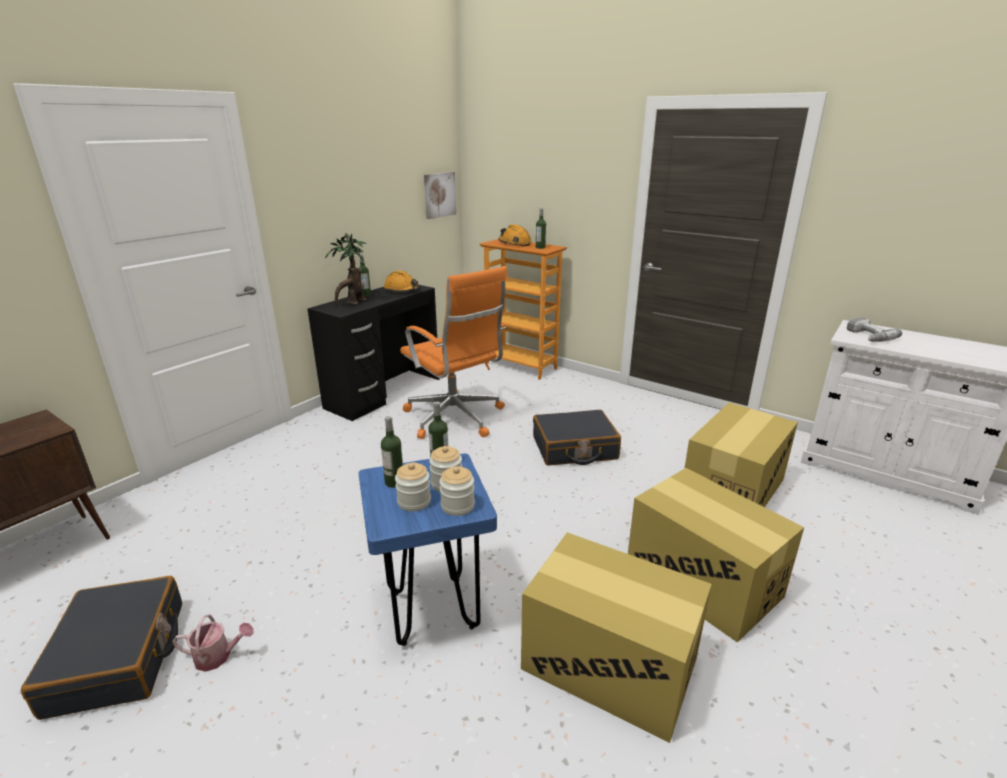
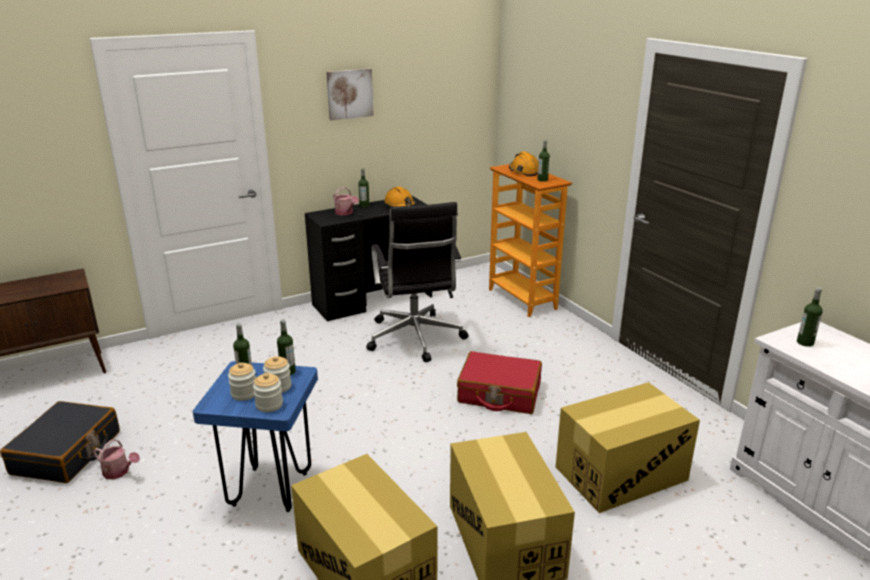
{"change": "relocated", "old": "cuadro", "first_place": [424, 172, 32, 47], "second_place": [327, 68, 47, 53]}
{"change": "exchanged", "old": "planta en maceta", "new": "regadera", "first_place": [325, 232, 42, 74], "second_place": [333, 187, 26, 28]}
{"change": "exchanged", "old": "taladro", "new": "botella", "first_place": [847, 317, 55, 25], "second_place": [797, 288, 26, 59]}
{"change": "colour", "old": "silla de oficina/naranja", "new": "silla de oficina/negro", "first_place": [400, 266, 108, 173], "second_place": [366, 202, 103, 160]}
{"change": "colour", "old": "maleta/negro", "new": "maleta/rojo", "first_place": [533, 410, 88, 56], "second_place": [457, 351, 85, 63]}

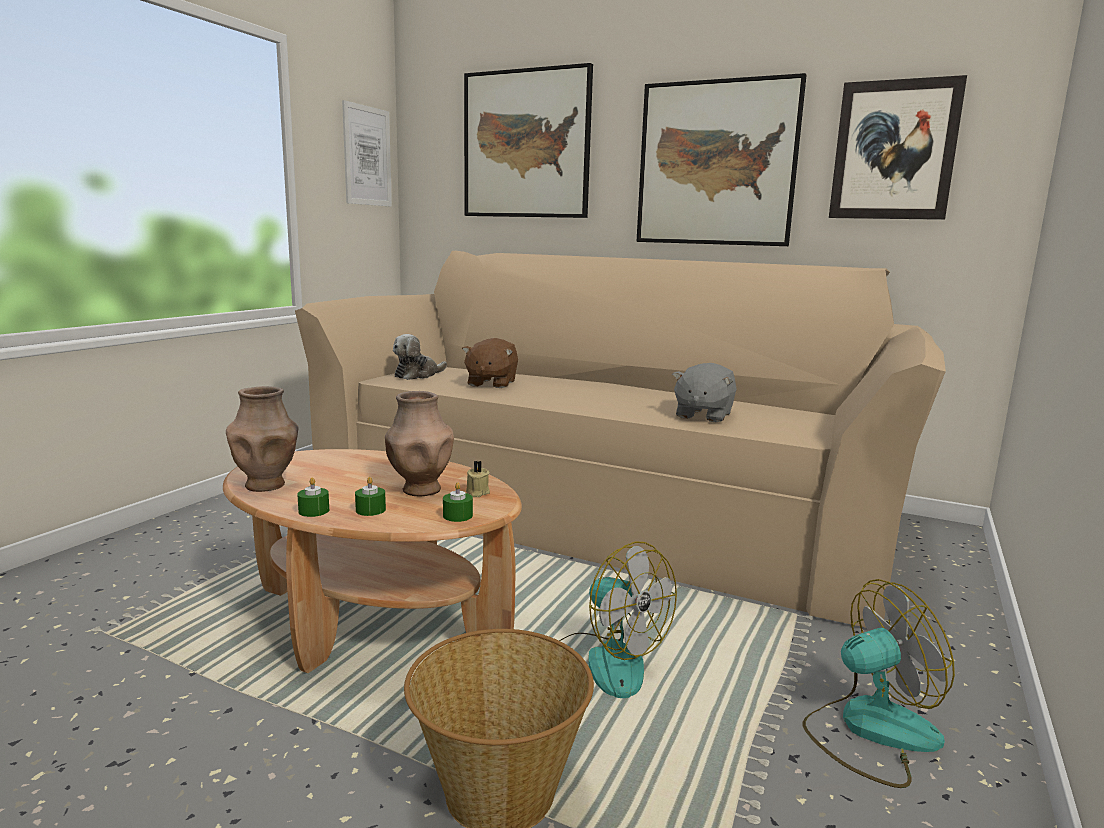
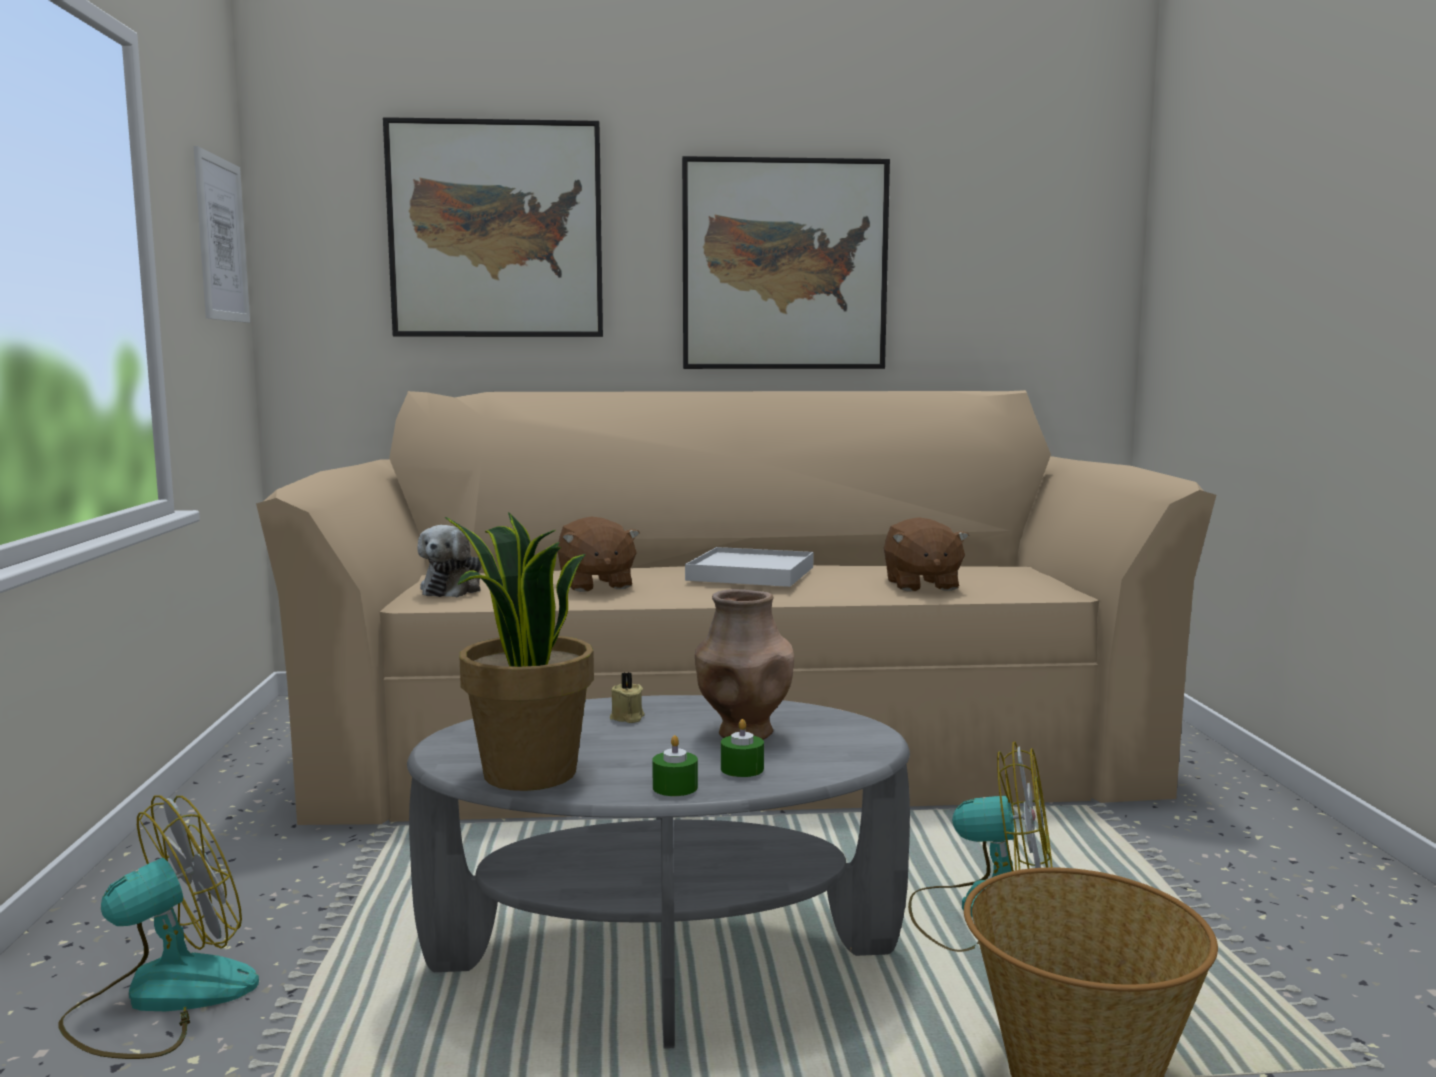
{"change": "missing", "old": "vela/verde", "first_place": [443, 482, 30, 40]}
{"change": "missing", "old": "cuadro", "first_place": [829, 75, 138, 145]}
{"change": "appeared", "new": "bandeja/blanco", "second_place": [685, 547, 129, 40]}
{"change": "relocated", "old": "vela/beis", "first_place": [465, 461, 25, 36], "second_place": [610, 672, 35, 51]}
{"change": "relocated", "old": "ventilador", "first_place": [803, 579, 152, 209], "second_place": [59, 795, 200, 264]}
{"change": "exchanged", "old": "florero/marrón", "new": "planta en maceta", "first_place": [226, 386, 72, 106], "second_place": [445, 512, 149, 279]}
{"change": "colour", "old": "mesa de centro/marrón", "new": "mesa de centro/gris", "first_place": [223, 449, 299, 224], "second_place": [407, 695, 503, 354]}
{"change": "colour", "old": "peluche/gris", "new": "peluche/marrón", "first_place": [672, 363, 65, 59], "second_place": [884, 517, 85, 74]}

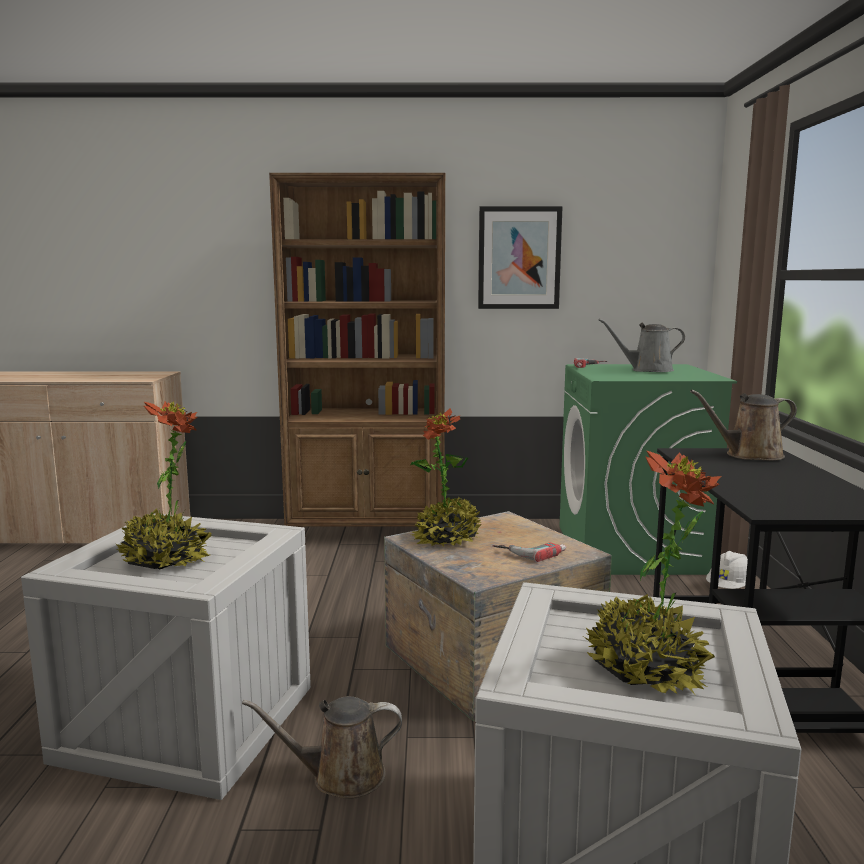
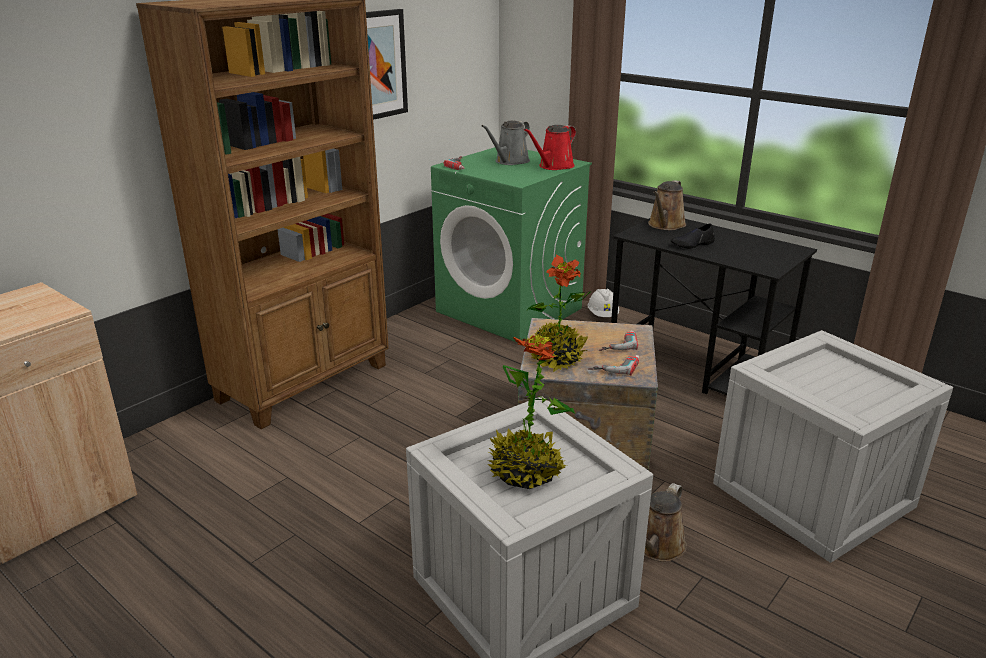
{"change": "missing", "old": "planta en maceta", "first_place": [583, 450, 138, 246]}
{"change": "appeared", "new": "regadera/rojo", "second_place": [524, 125, 52, 45]}
{"change": "appeared", "new": "taladro", "second_place": [588, 355, 52, 21]}
{"change": "appeared", "new": "zapato/negro", "second_place": [671, 223, 44, 26]}

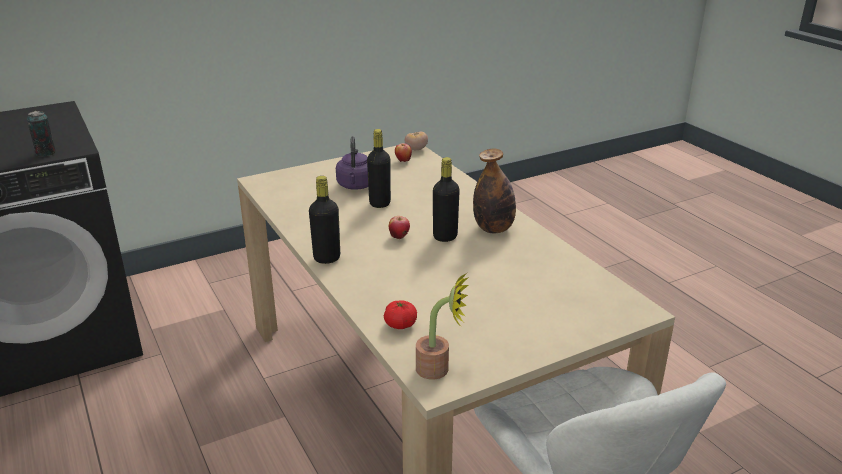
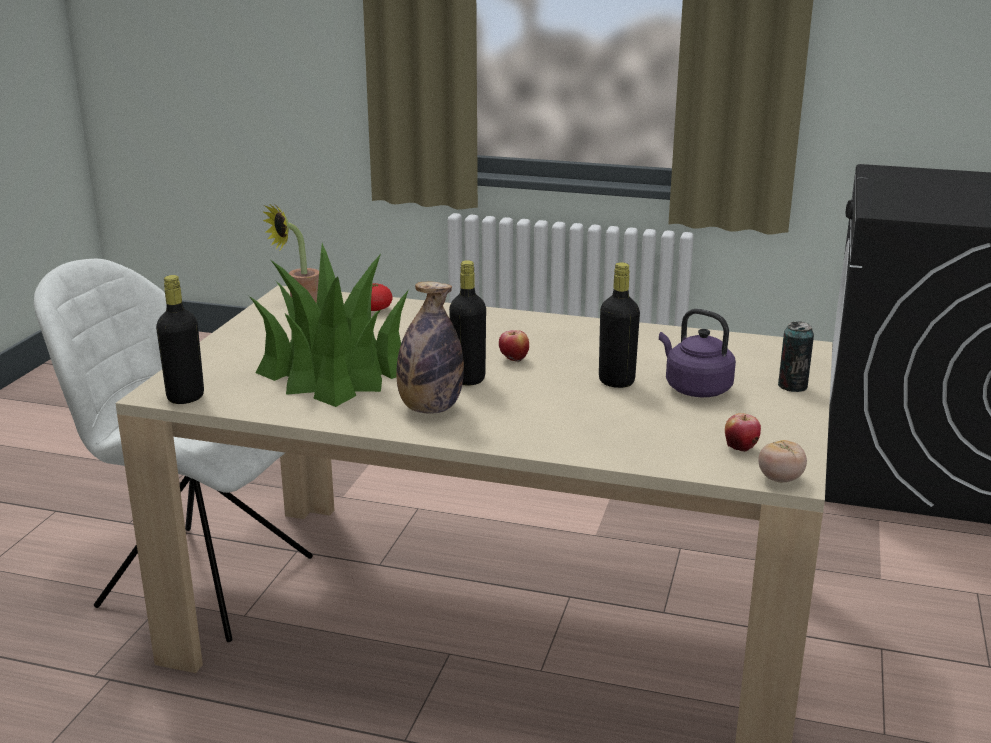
{"change": "appeared", "new": "planta en maceta", "second_place": [249, 243, 159, 164]}
{"change": "relocated", "old": "lata", "first_place": [27, 111, 29, 46], "second_place": [778, 321, 36, 71]}
{"change": "relocated", "old": "botella/negro", "first_place": [309, 176, 31, 88], "second_place": [156, 275, 48, 129]}

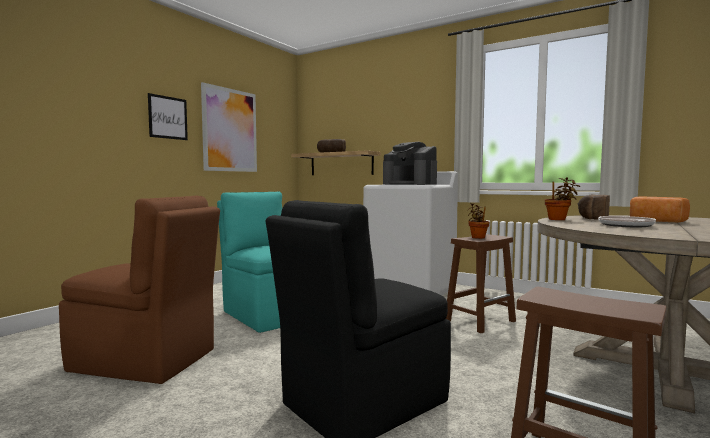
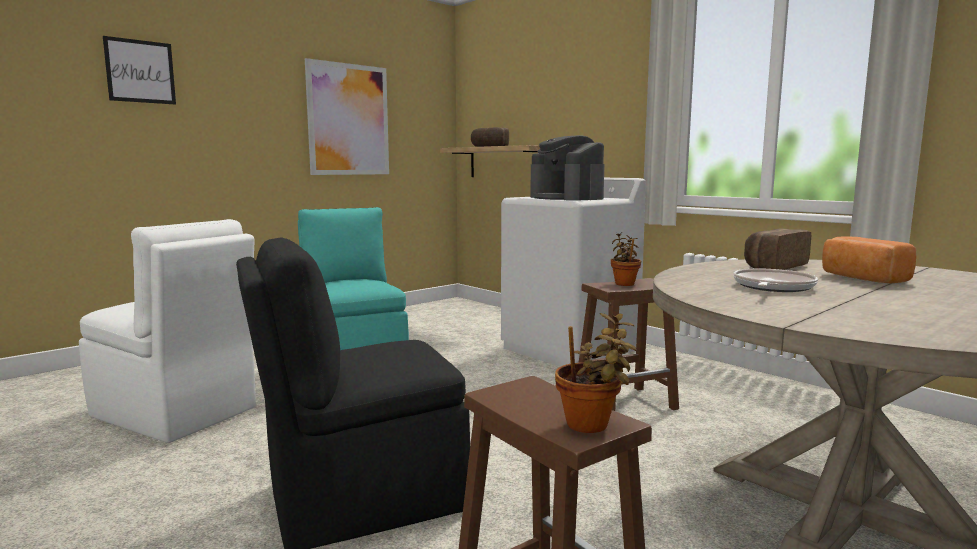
{"change": "relocated", "old": "cuadro", "first_place": [148, 93, 40, 47], "second_place": [103, 36, 73, 69]}
{"change": "relocated", "old": "planta en maceta", "first_place": [545, 177, 35, 43], "second_place": [555, 313, 82, 120]}
{"change": "colour", "old": "silla/marrón", "new": "silla/blanco", "first_place": [59, 196, 161, 188], "second_place": [79, 219, 177, 224]}

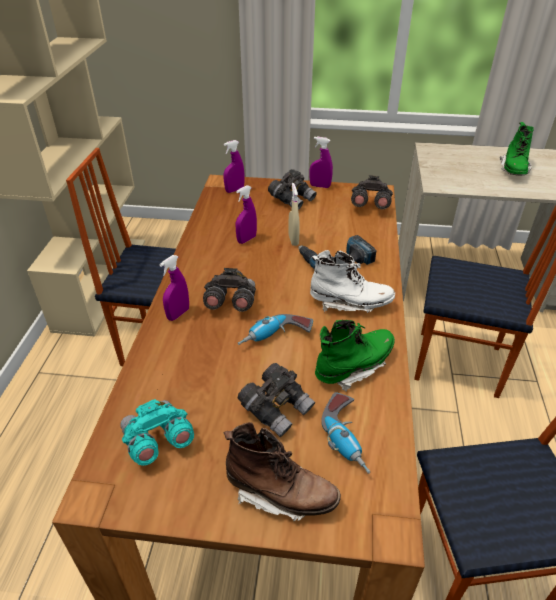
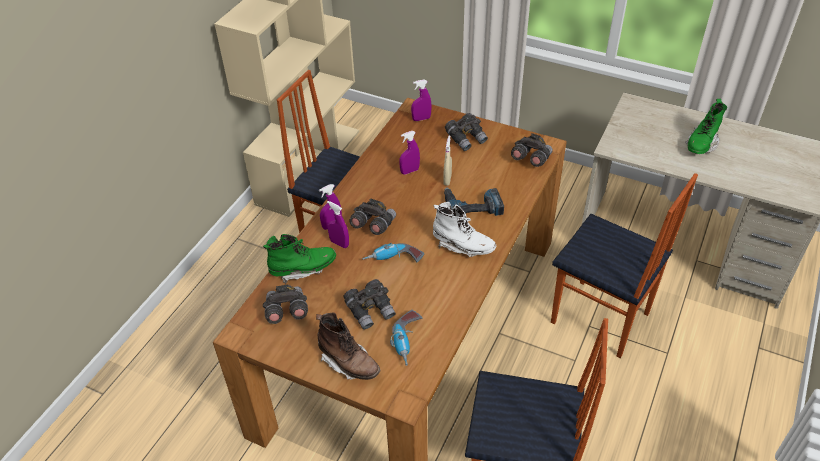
{"change": "relocated", "old": "pulverizador/morado", "first_place": [310, 137, 23, 51], "second_place": [327, 201, 22, 47]}
{"change": "relocated", "old": "bota/verde", "first_place": [315, 320, 80, 72], "second_place": [263, 234, 73, 50]}
{"change": "colour", "old": "prismáticos/turquesa", "new": "prismáticos/gris", "first_place": [120, 399, 74, 67], "second_place": [263, 284, 45, 40]}

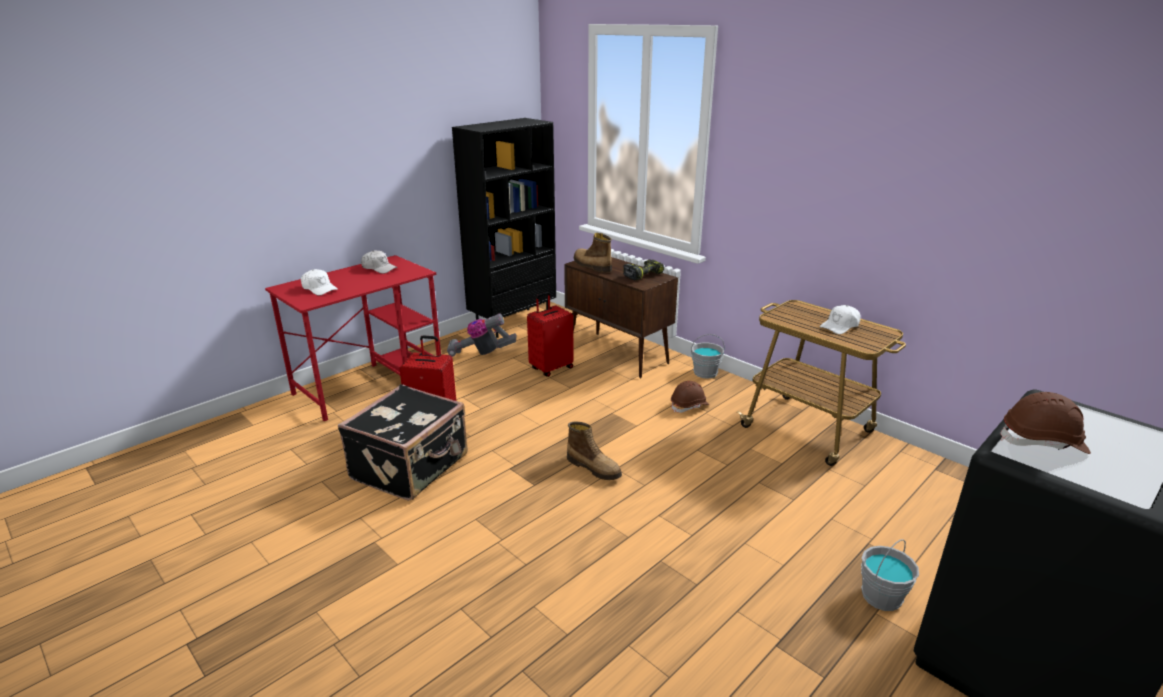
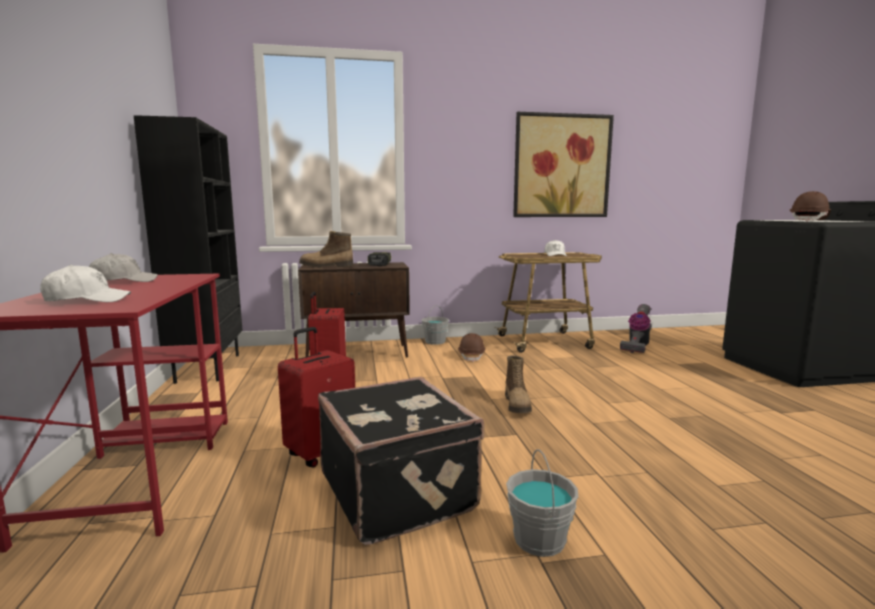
{"change": "appeared", "new": "cuadro", "second_place": [513, 112, 101, 105]}
{"change": "relocated", "old": "aspiradora", "first_place": [447, 313, 70, 44], "second_place": [620, 304, 32, 49]}
{"change": "relocated", "old": "cubo/gris", "first_place": [861, 539, 58, 72], "second_place": [506, 449, 72, 108]}
{"change": "spun", "old": "bota", "first_place": [567, 422, 55, 58], "second_place": [505, 355, 27, 58], "degrees": 105}

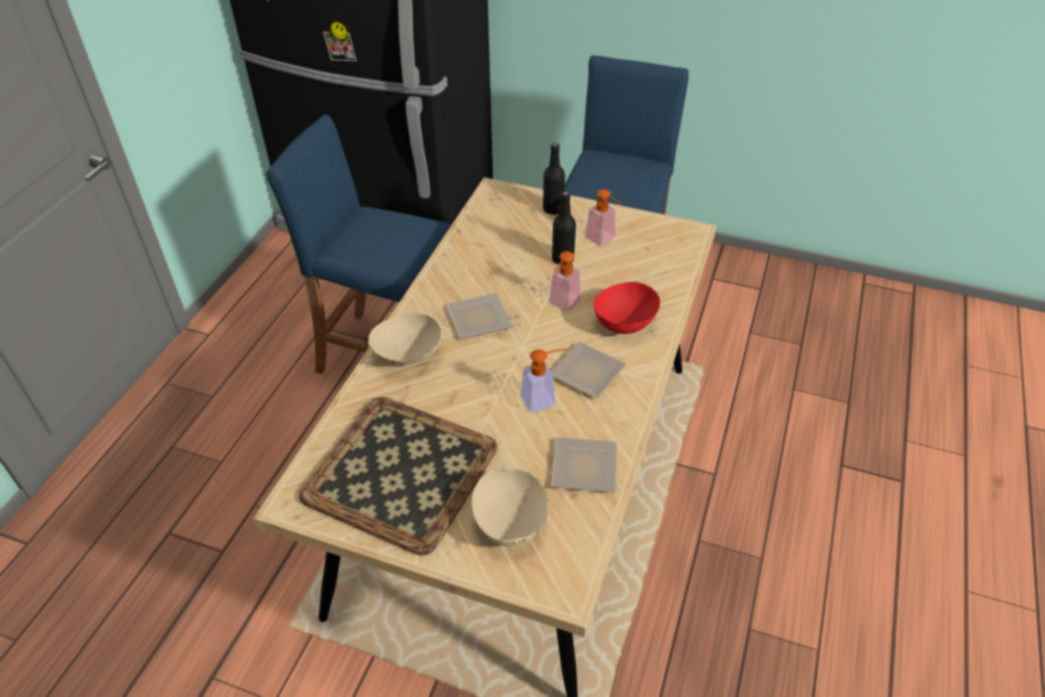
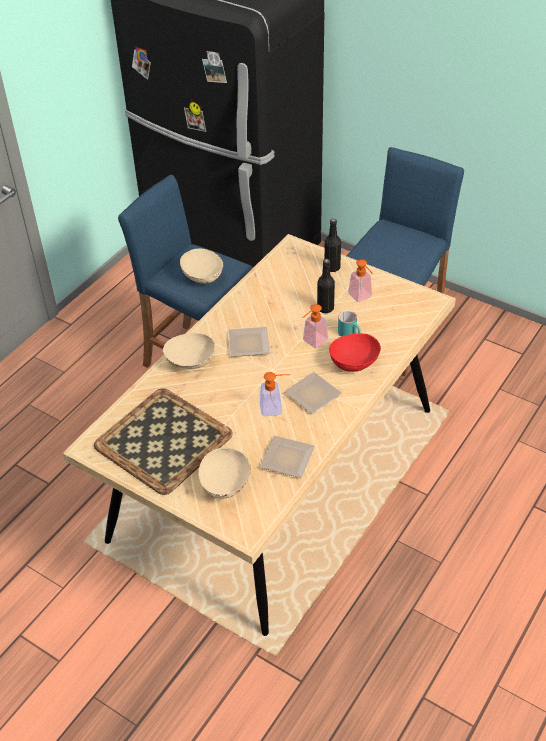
{"change": "appeared", "new": "cuenco/beis", "second_place": [180, 249, 43, 35]}
{"change": "appeared", "new": "taza grande/turquesa", "second_place": [338, 311, 23, 26]}

